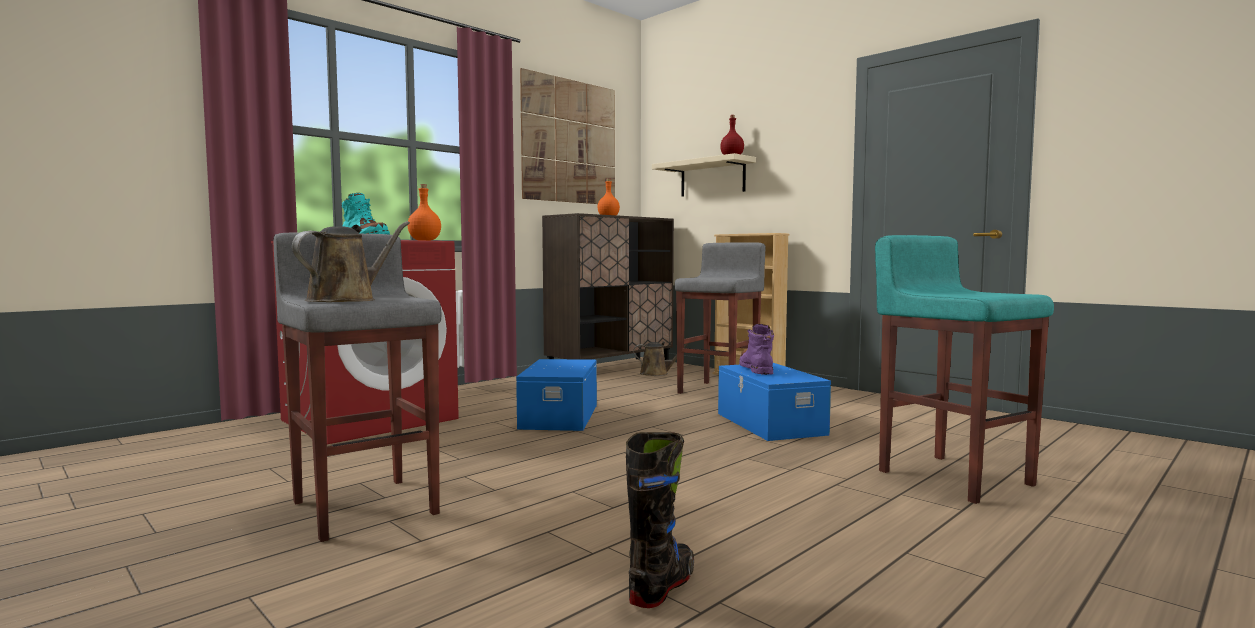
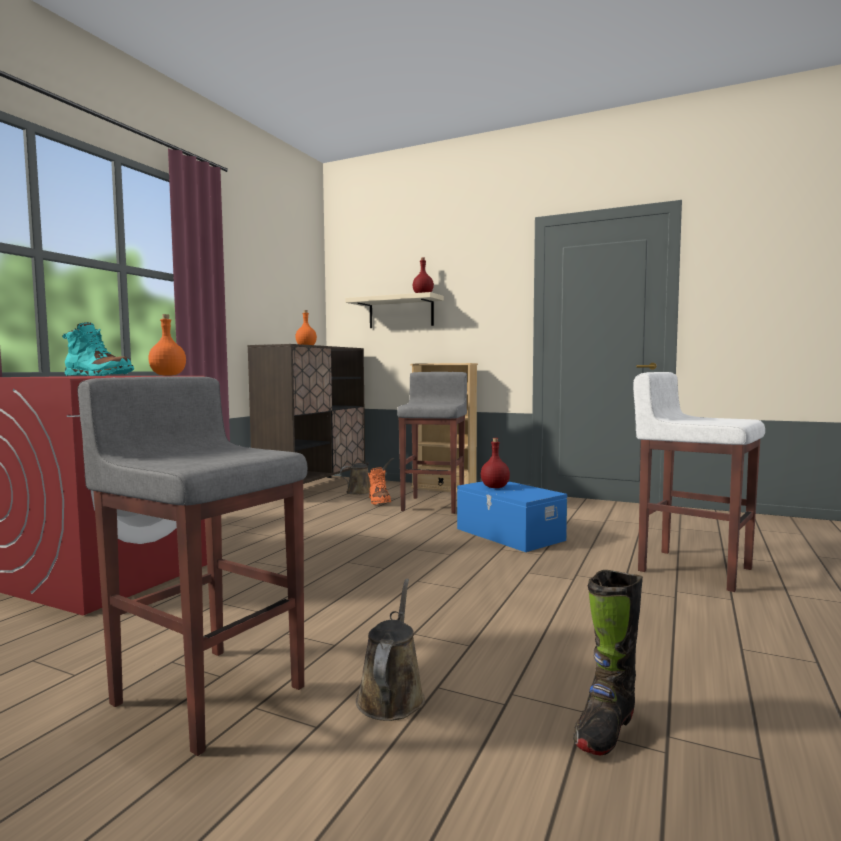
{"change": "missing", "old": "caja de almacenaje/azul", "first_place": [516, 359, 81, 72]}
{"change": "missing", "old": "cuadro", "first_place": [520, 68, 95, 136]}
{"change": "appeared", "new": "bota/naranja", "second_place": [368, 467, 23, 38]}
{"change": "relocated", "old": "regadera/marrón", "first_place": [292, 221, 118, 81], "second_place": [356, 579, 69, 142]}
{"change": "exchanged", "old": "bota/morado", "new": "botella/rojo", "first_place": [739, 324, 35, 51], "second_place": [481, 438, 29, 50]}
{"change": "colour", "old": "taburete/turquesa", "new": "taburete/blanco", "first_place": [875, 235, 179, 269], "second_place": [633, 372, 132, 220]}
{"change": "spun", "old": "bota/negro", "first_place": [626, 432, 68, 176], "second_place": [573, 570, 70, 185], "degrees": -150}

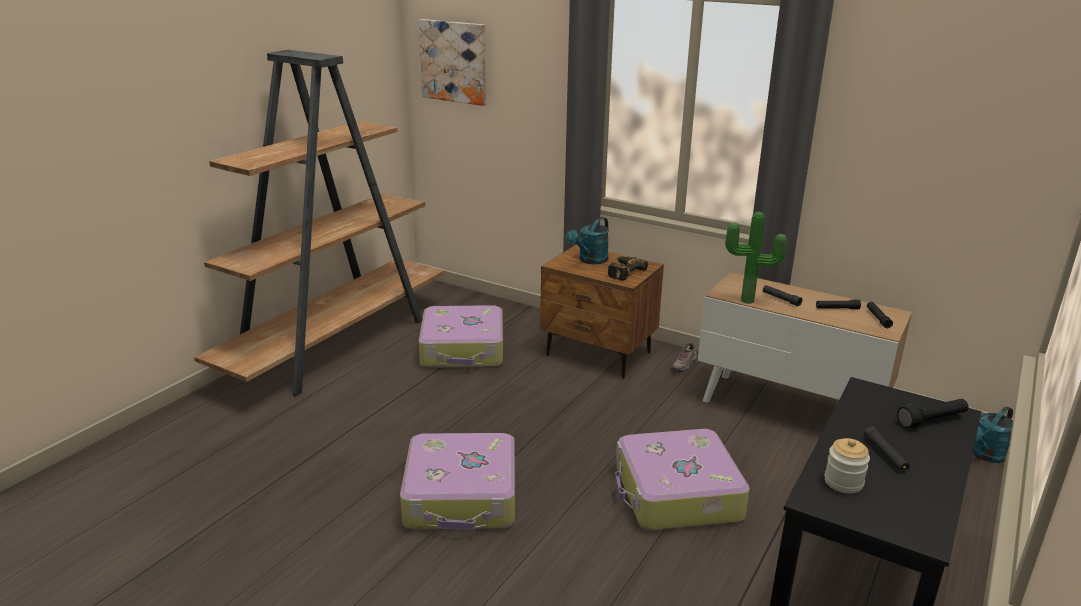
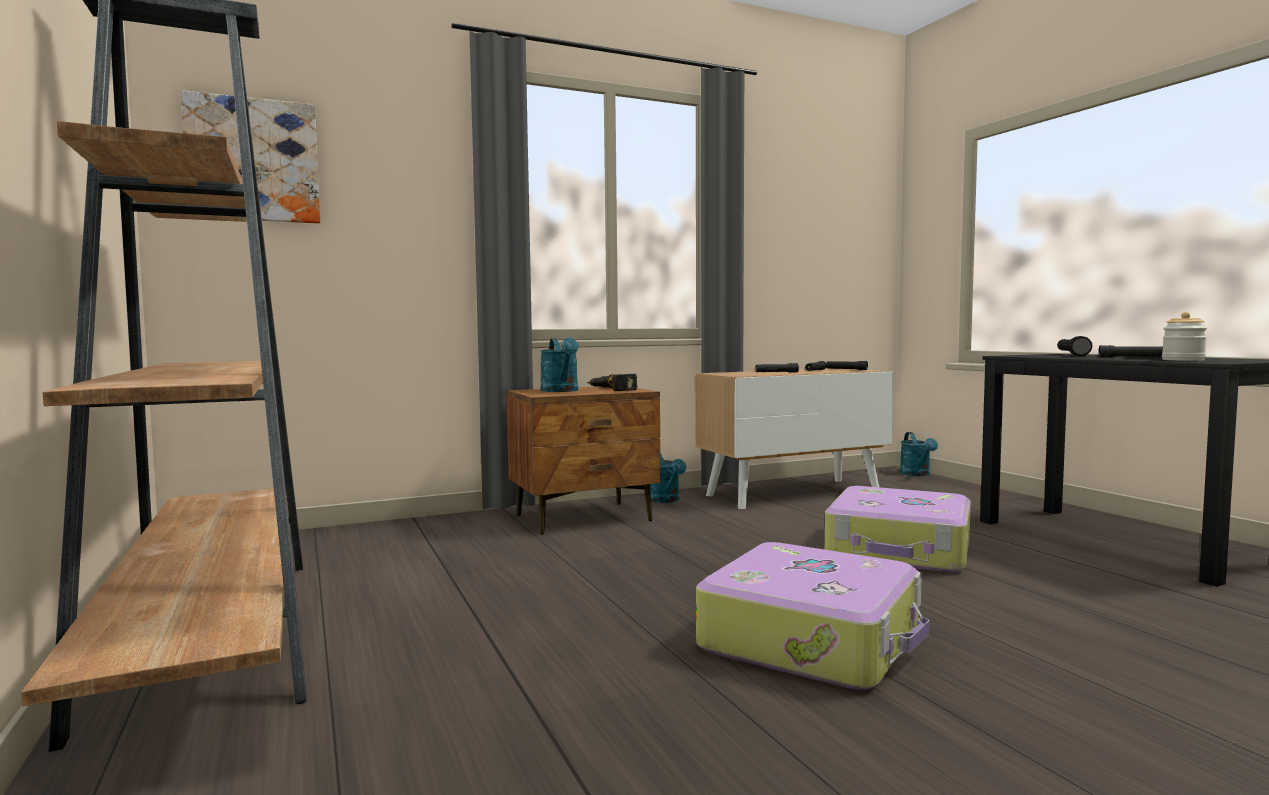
{"change": "missing", "old": "maleta", "first_place": [419, 305, 84, 63]}
{"change": "missing", "old": "planta en maceta", "first_place": [725, 212, 62, 92]}
{"change": "exchanged", "old": "zapato", "new": "regadera/turquesa", "first_place": [672, 342, 25, 30], "second_place": [650, 453, 36, 50]}

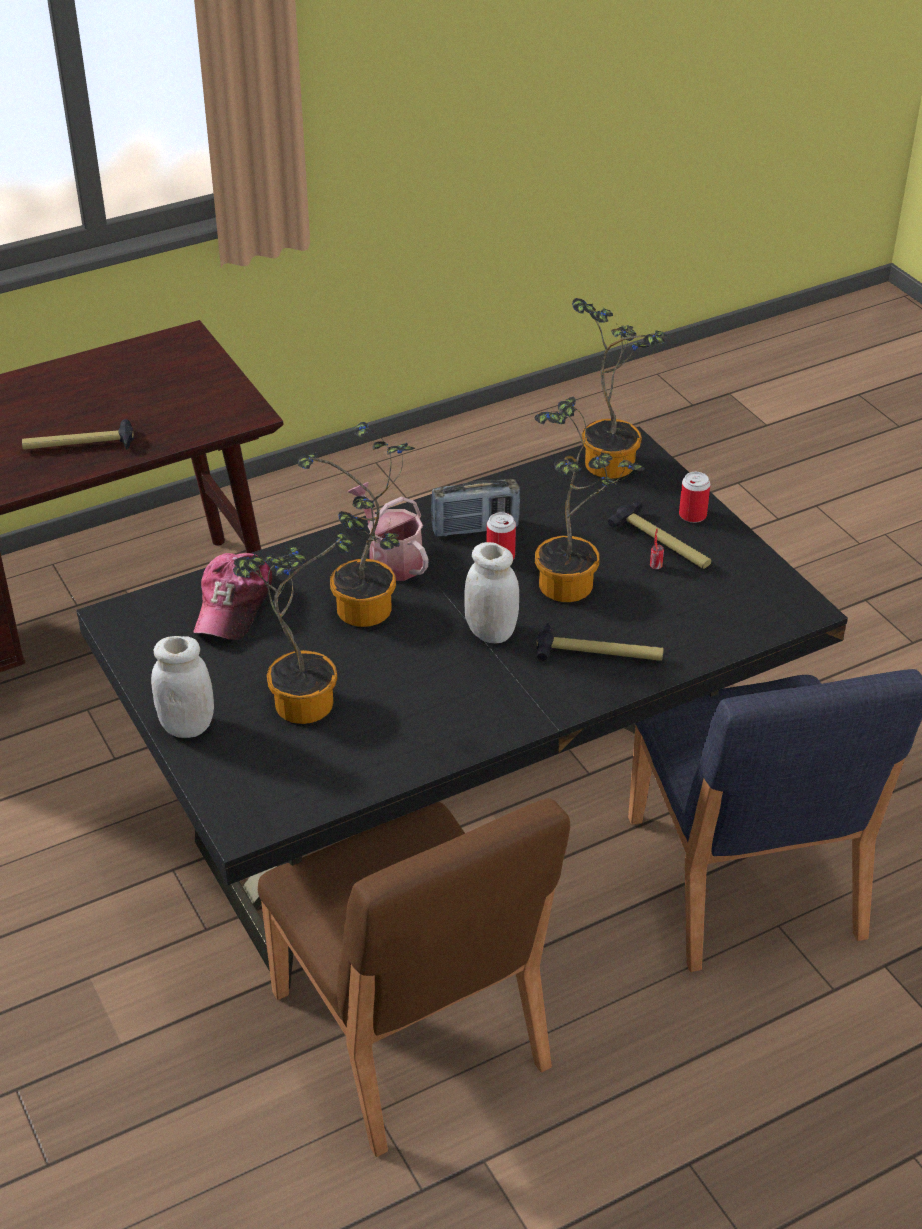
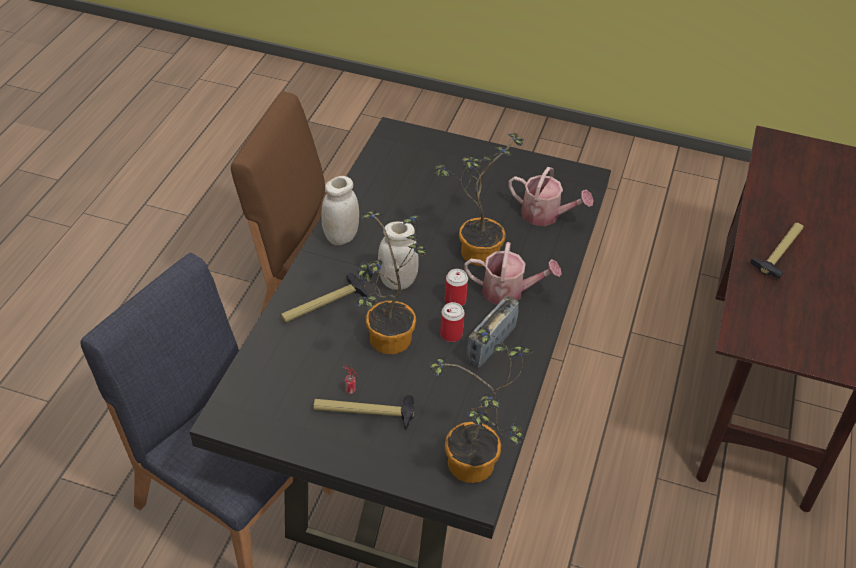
{"change": "missing", "old": "planta en maceta", "first_place": [233, 533, 121, 191]}
{"change": "relocated", "old": "tarro/blanco", "first_place": [151, 636, 63, 102], "second_place": [321, 176, 38, 69]}
{"change": "relocated", "old": "lata", "first_place": [679, 472, 32, 51], "second_place": [445, 269, 23, 37]}
{"change": "exchanged", "old": "gorra", "new": "regadera", "first_place": [193, 553, 79, 87], "second_place": [508, 167, 86, 59]}

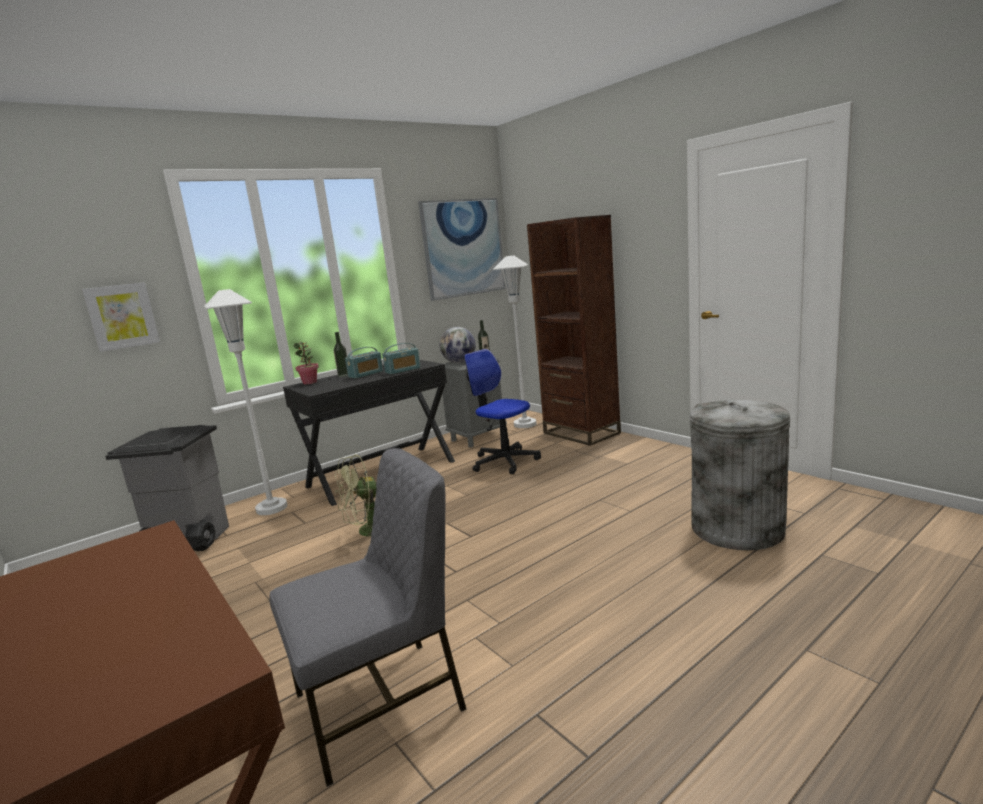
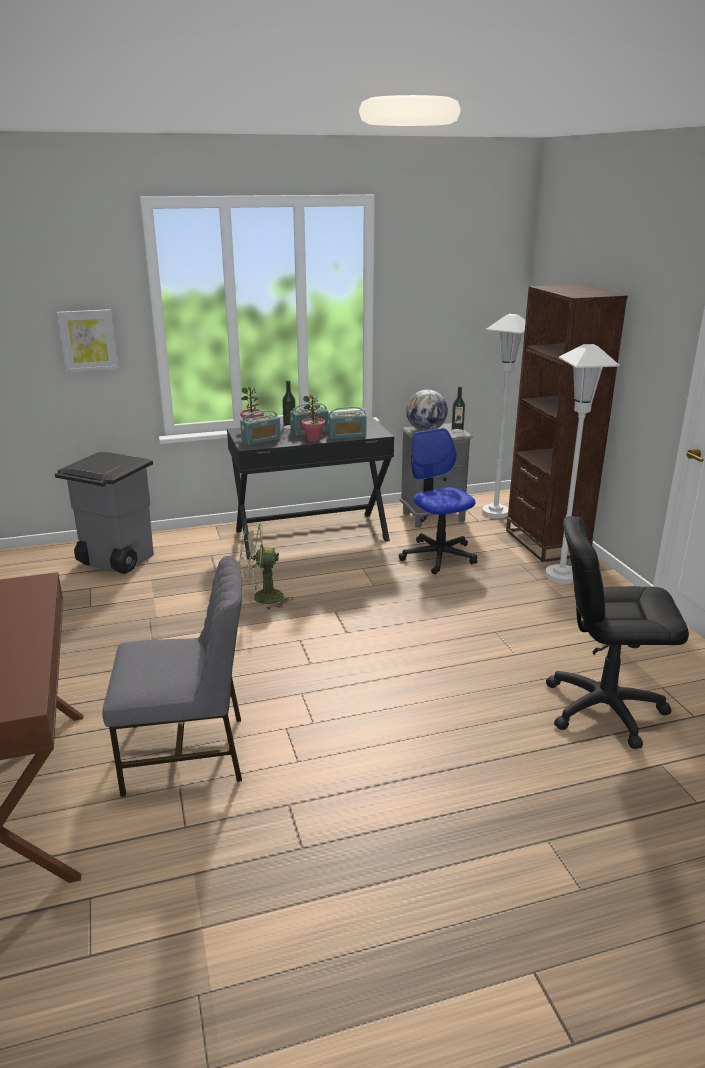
{"change": "missing", "old": "cuadro", "first_place": [418, 198, 88, 103]}
{"change": "appeared", "new": "radio", "second_place": [240, 410, 41, 35]}
{"change": "appeared", "new": "planta en maceta", "second_place": [301, 395, 24, 47]}
{"change": "relocated", "old": "lámpara de pie/blanco", "first_place": [204, 289, 83, 226], "second_place": [545, 344, 75, 240]}
{"change": "exchanged", "old": "papelera/gris", "new": "silla de oficina/negro", "first_place": [689, 400, 101, 150], "second_place": [546, 516, 143, 233]}

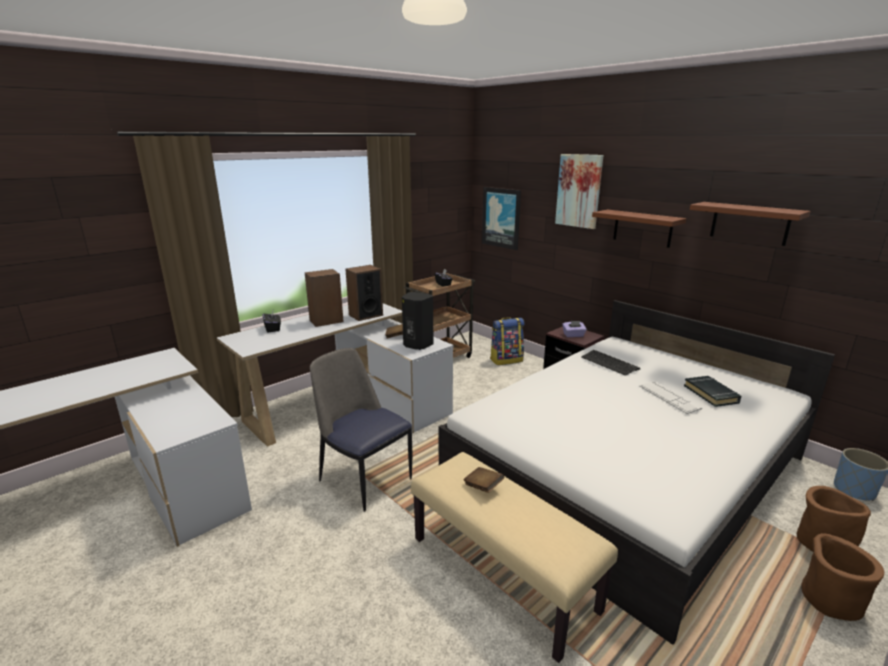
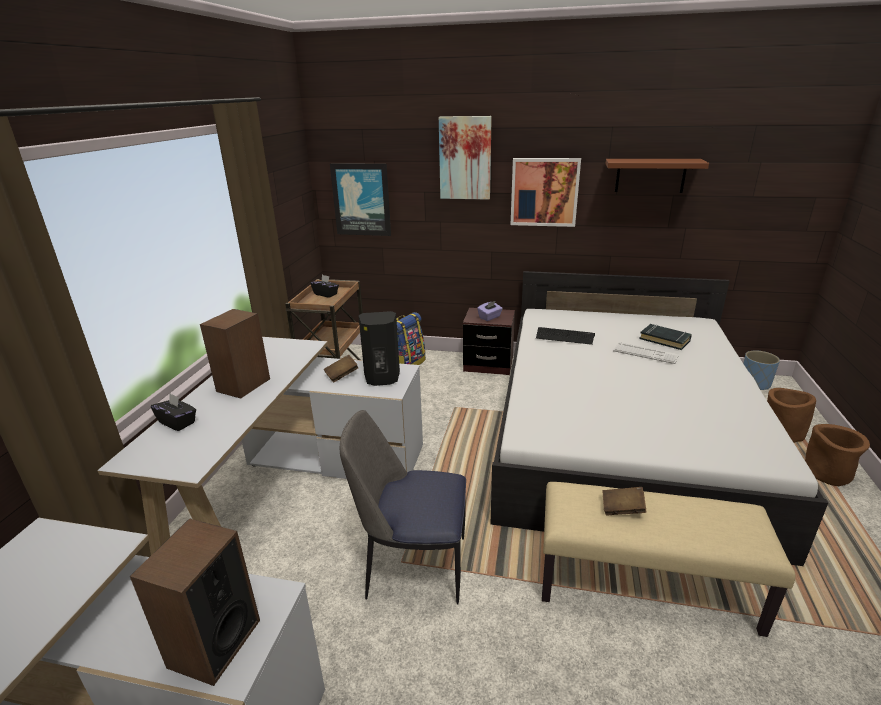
{"change": "relocated", "old": "altavoz", "first_place": [345, 265, 38, 56], "second_place": [130, 518, 130, 168]}
{"change": "exchanged", "old": "estante/marrón", "new": "cuadro", "first_place": [592, 210, 94, 38], "second_place": [511, 158, 70, 69]}

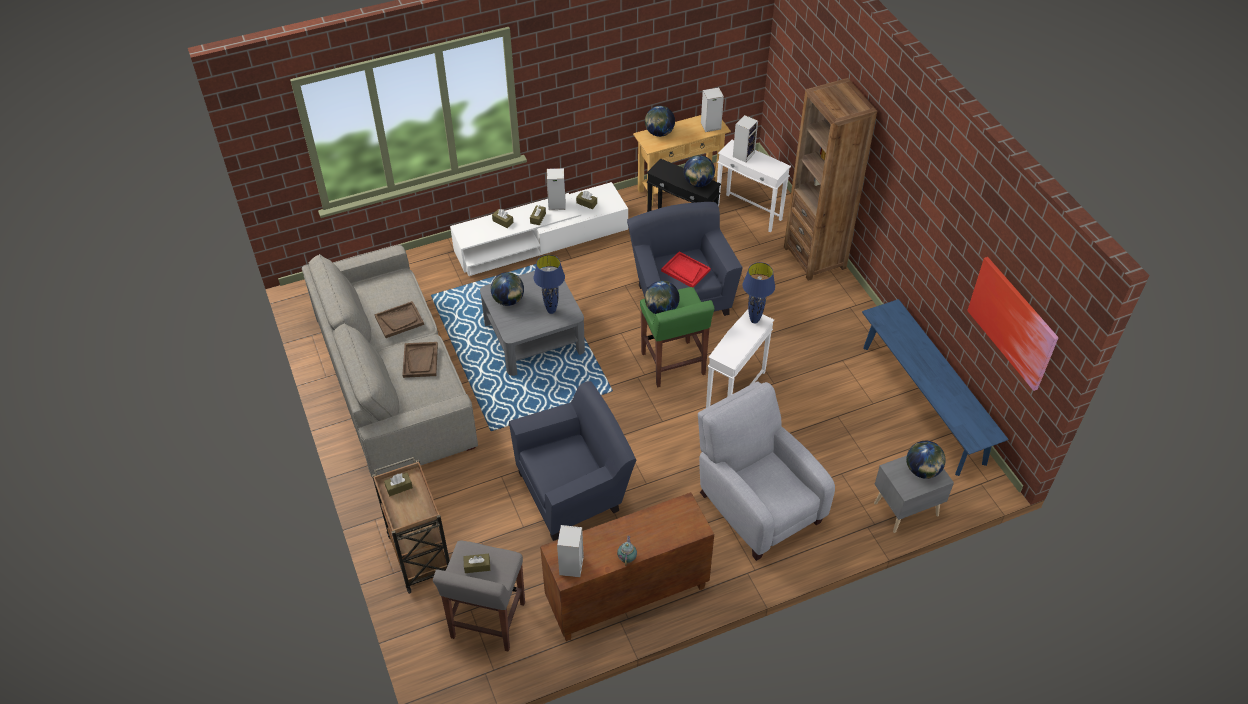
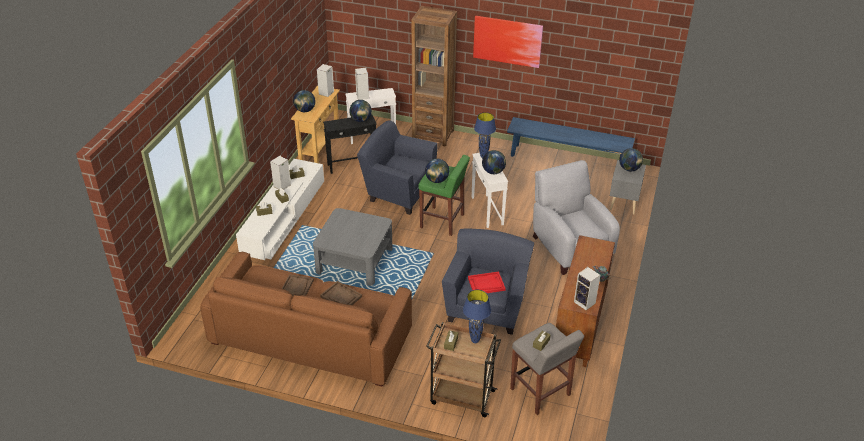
{"change": "relocated", "old": "globo terráqueo", "first_place": [491, 272, 33, 34], "second_place": [482, 150, 24, 24]}
{"change": "relocated", "old": "lámpara de mesa/azul", "first_place": [534, 255, 31, 59], "second_place": [463, 290, 28, 53]}
{"change": "relocated", "old": "bandeja/rojo", "first_place": [661, 252, 50, 36], "second_place": [468, 271, 38, 22]}
{"change": "relocated", "old": "cuadro", "first_place": [967, 257, 92, 134], "second_place": [473, 16, 70, 52]}
{"change": "colour", "old": "sofá/gris", "new": "sofá/marrón", "first_place": [302, 244, 176, 234], "second_place": [200, 252, 212, 135]}
{"change": "spun", "old": "sillón/gris", "first_place": [698, 382, 137, 179], "second_place": [533, 160, 87, 115], "degrees": 60}

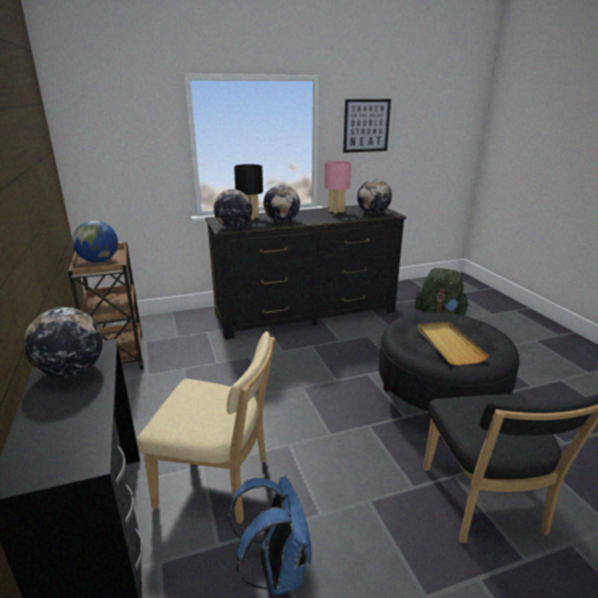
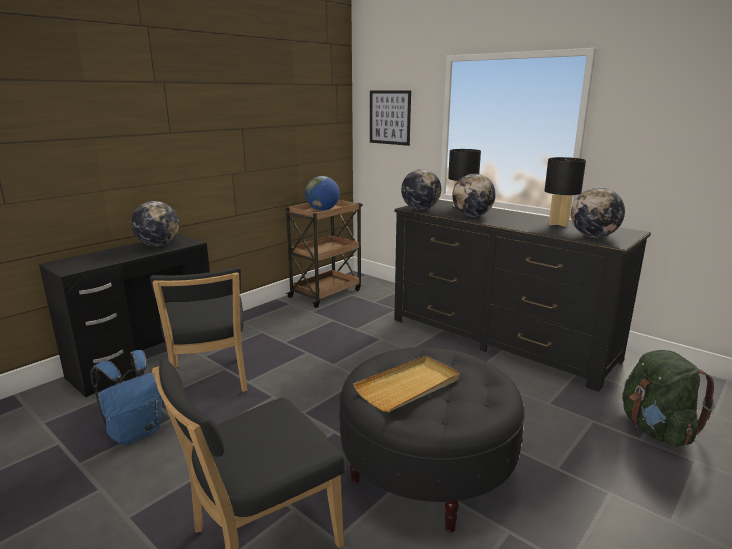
{"change": "relocated", "old": "cuadro", "first_place": [343, 99, 48, 54], "second_place": [370, 90, 41, 56]}
{"change": "colour", "old": "silla/beis", "new": "silla/negro", "first_place": [138, 331, 137, 193], "second_place": [150, 267, 97, 125]}
{"change": "colour", "old": "lámpara de mesa/rosa", "new": "lámpara de mesa/negro", "first_place": [324, 161, 27, 53], "second_place": [545, 157, 41, 70]}

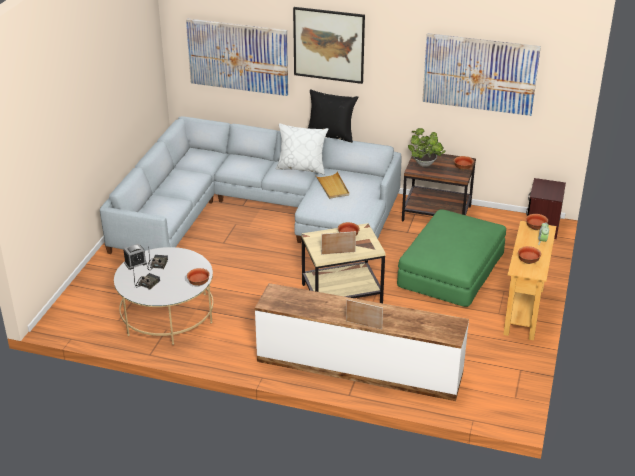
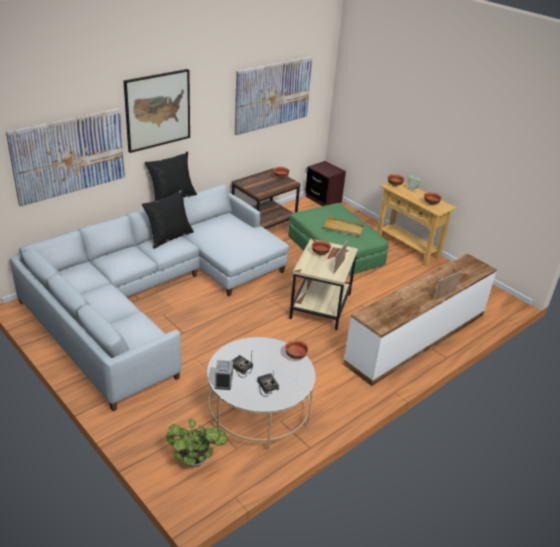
{"change": "relocated", "old": "bandeja/beis", "first_place": [315, 172, 34, 27], "second_place": [323, 217, 41, 19]}
{"change": "relocated", "old": "planta en maceta", "first_place": [408, 128, 38, 39], "second_place": [166, 419, 61, 48]}
{"change": "colour", "old": "cojín/blanco", "new": "cojín/negro", "first_place": [276, 123, 52, 52], "second_place": [142, 189, 52, 60]}

